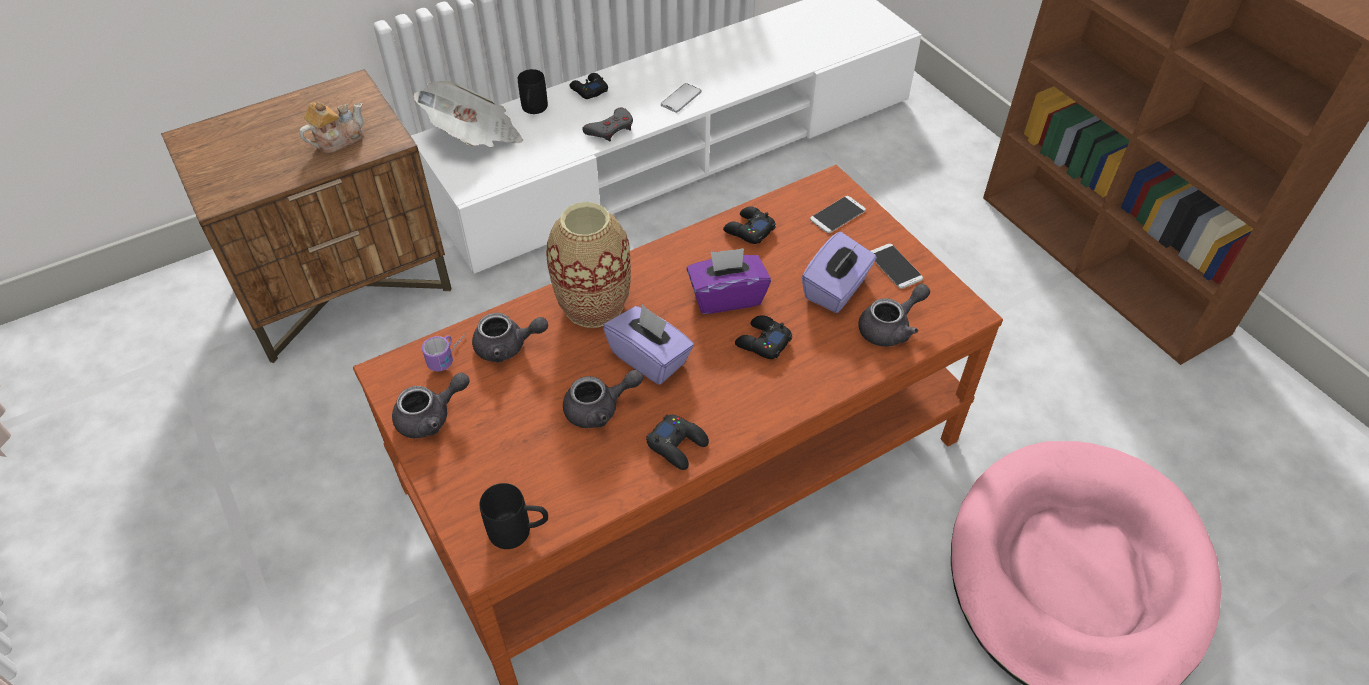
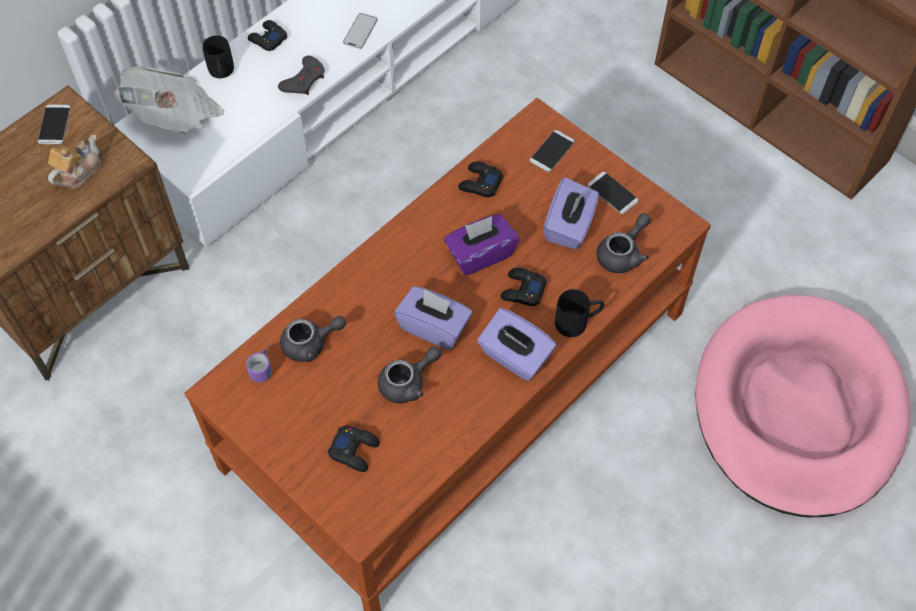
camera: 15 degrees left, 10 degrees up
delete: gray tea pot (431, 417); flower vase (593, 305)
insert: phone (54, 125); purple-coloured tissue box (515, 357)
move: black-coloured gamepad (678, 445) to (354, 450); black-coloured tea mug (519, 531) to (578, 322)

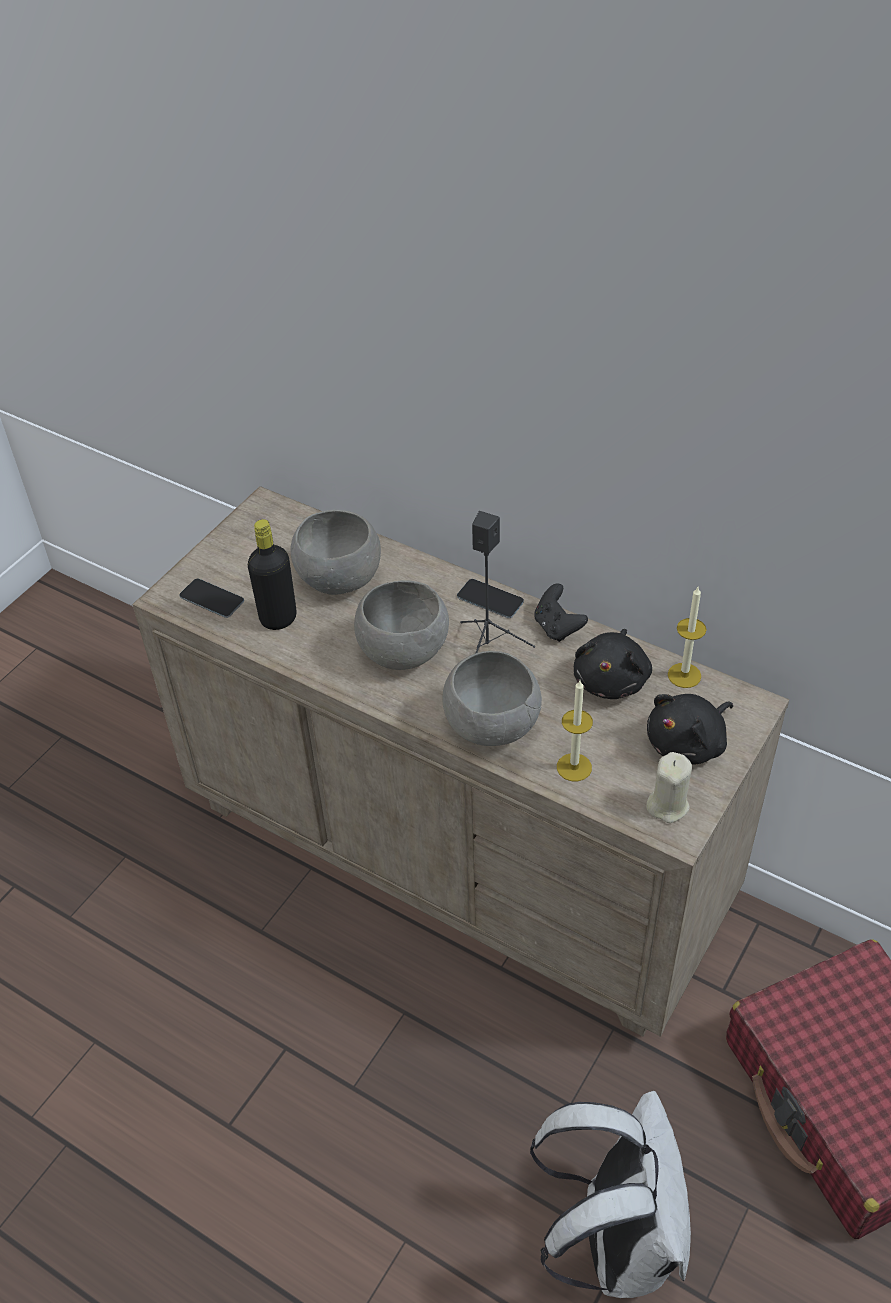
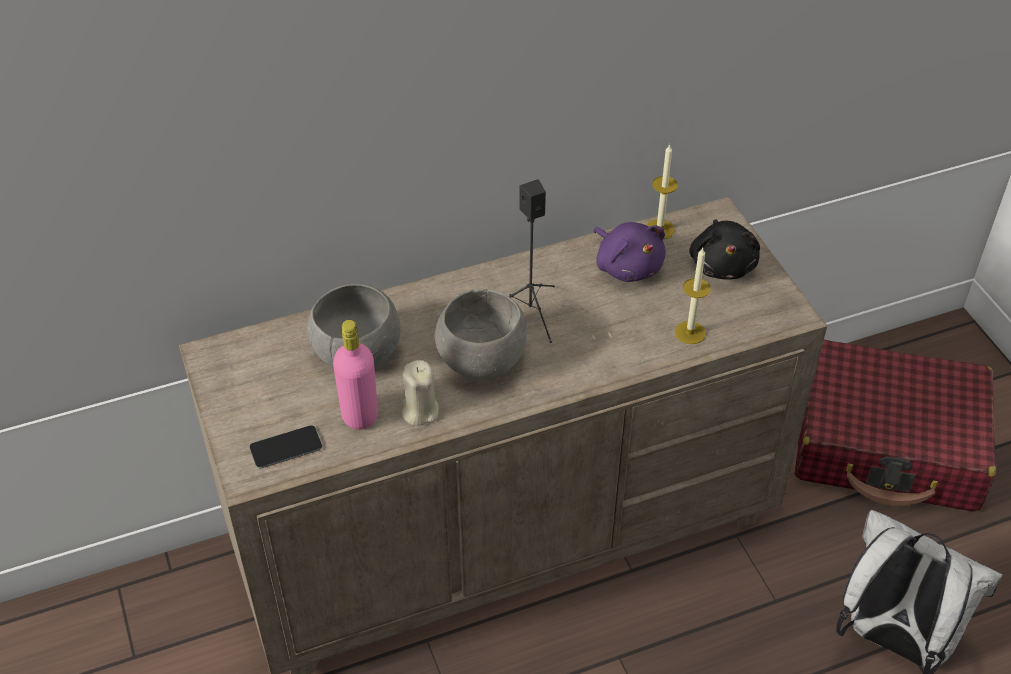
camera: 55 degrees left, 0 degrees up
delete: gray bowl (493, 725); phone (490, 599); black-coloured gamepad (557, 627)
move: sand-coloured candle (667, 805) to (419, 411)
recolor: black-coloured beverage bottle (278, 618) to pink-coloured beverage bottle (360, 416); black-coloured cuddly toy (612, 679) to purple-coloured cuddly toy (627, 266)

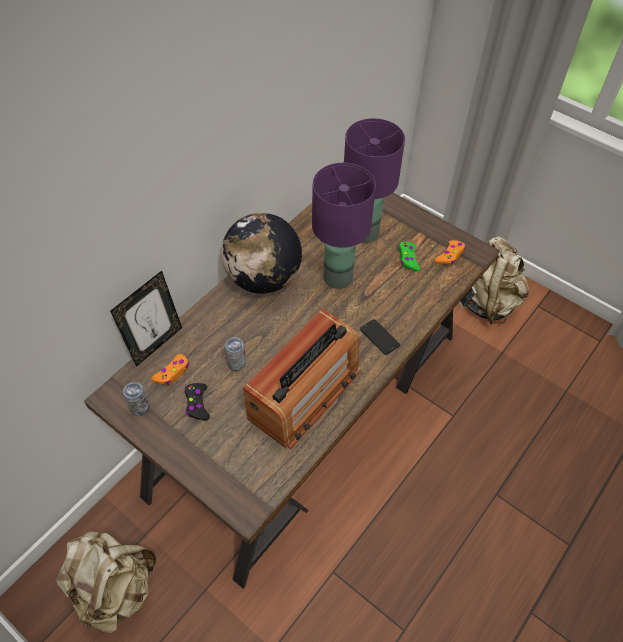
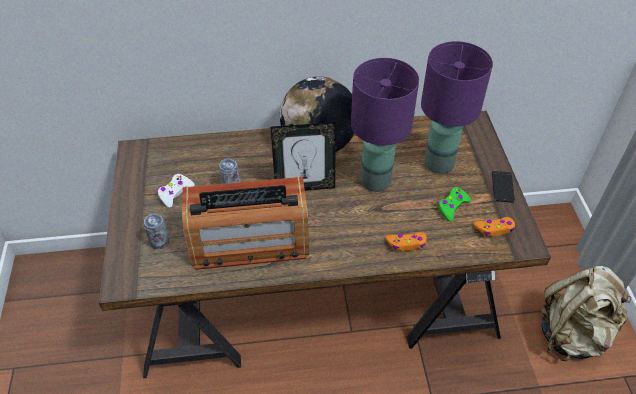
camera: 45 degrees right, 5 degrees down
delete: sand-coloured rucksack (115, 588)
move: sealed can (140, 408) to (159, 242); standing frame (156, 344) to (305, 186); orange-coloured gamepad (172, 373) to (406, 244); phone (379, 337) to (502, 187)
recolor: black-coloured gamepad (197, 404) to whitish gamepad (175, 193)

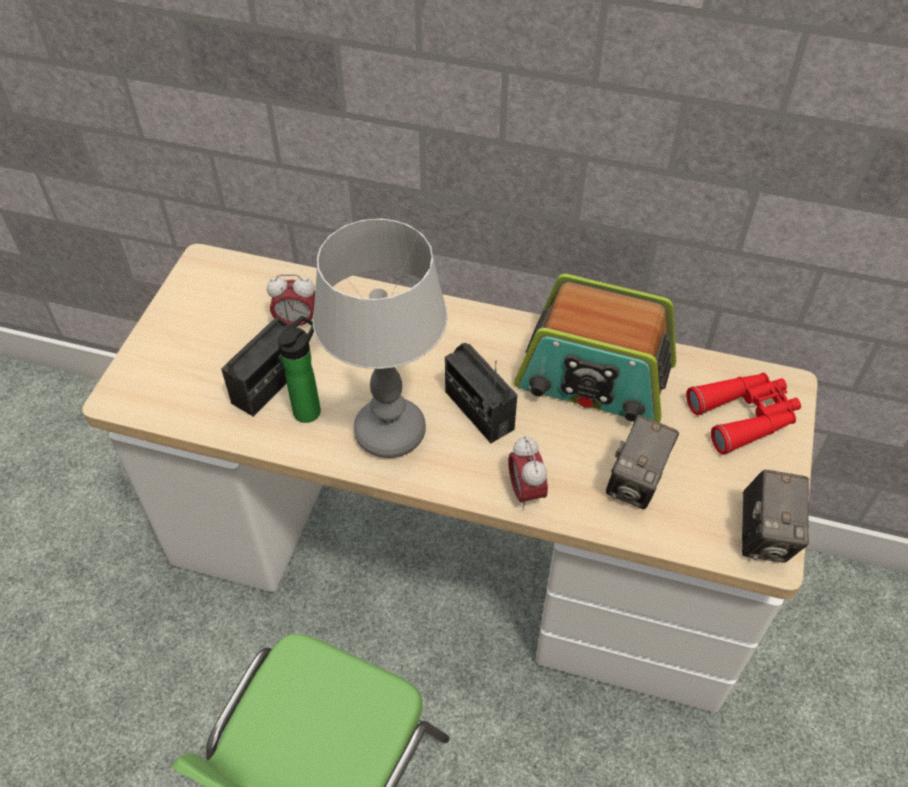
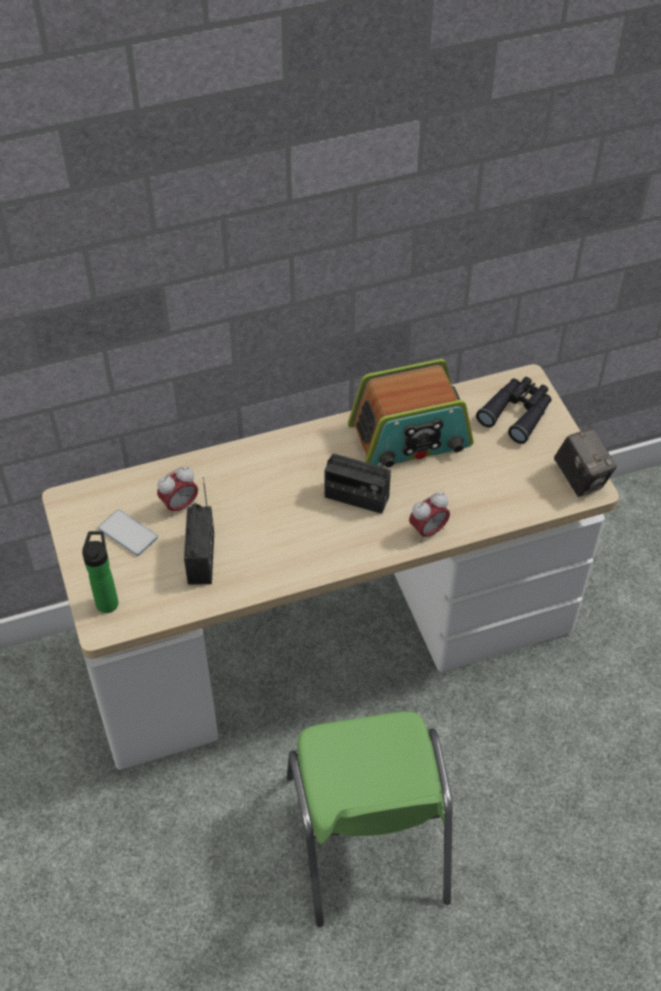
camera: 35 degrees left, 0 degrees up
delete: tabletop lamp (391, 433); photo camera (636, 483)
insert: phone (128, 533)
move: beverage bottle (310, 409) to (107, 600)
recolor: red binoculars (744, 416) to black-coloured binoculars (517, 413)
rotate: bedside clock (525, 492) = (428, 531) 75 degrees counterclockwise

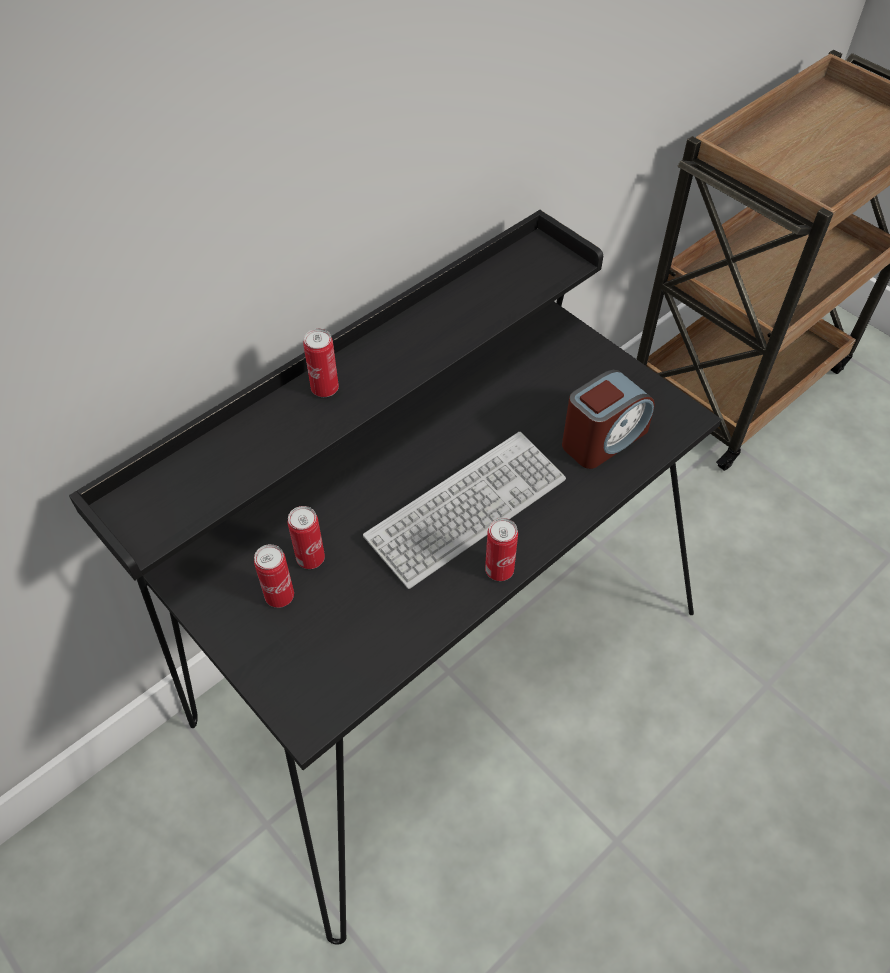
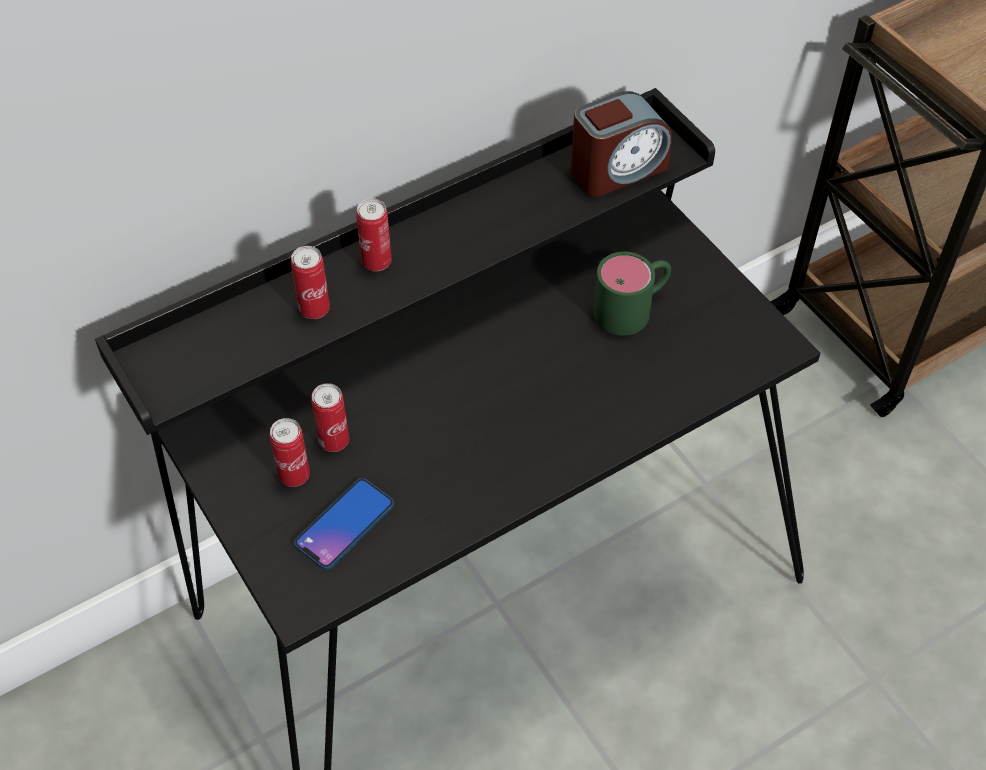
camera: 10 degrees right, 0 degrees up
delete: PC keyboard (467, 509)
insert: phone (344, 524); green tea mug (632, 308)
move: sealed can (499, 570) to (314, 309); bedside clock (603, 439) to (617, 169)

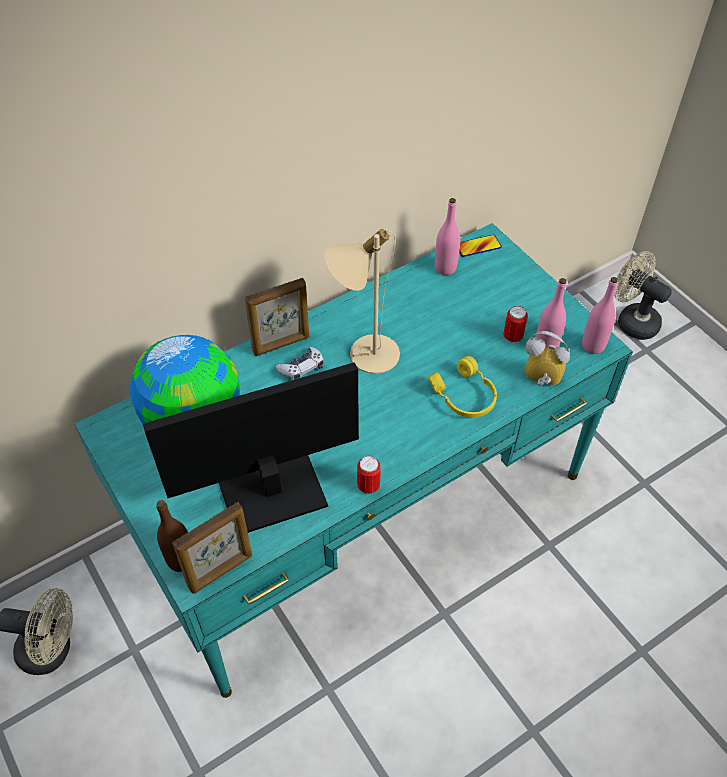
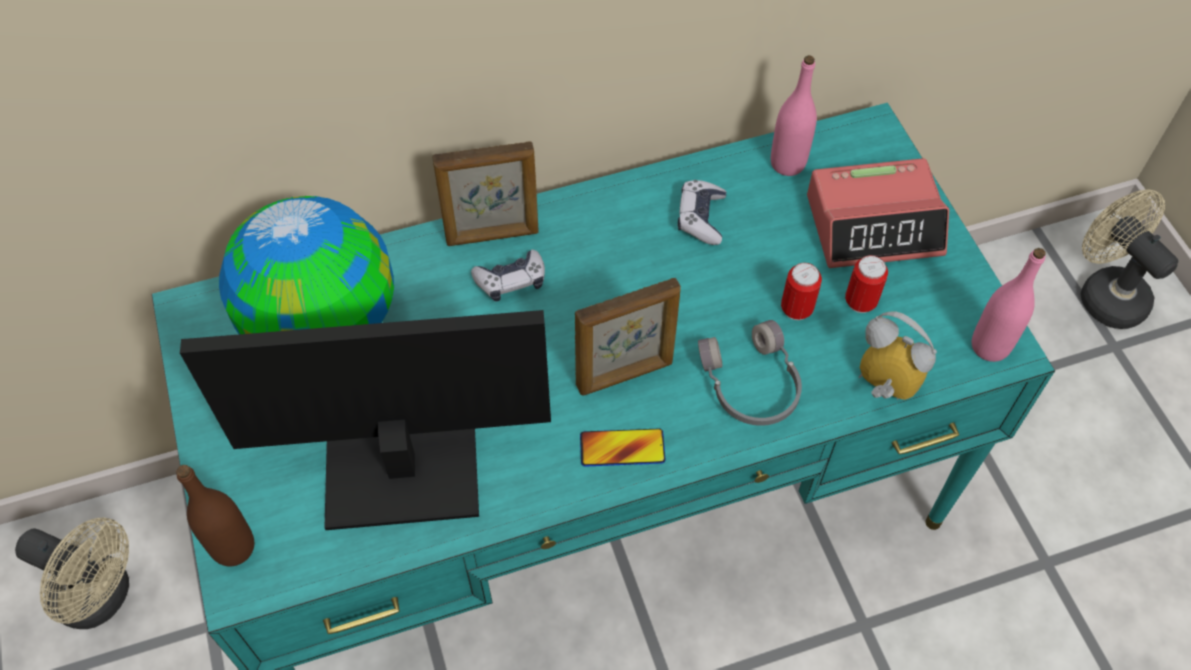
camera: 15 degrees right, 5 degrees up
delete: sand-coloured tabletop lamp (364, 351); pink-coloured beverage bottle (546, 347)
insert: gamepad (701, 218); bedside clock (874, 224)
move: standing frame (221, 571) to (625, 375); phone (478, 246) to (622, 448); sealed can (368, 486) to (796, 309)
recolor: yellowish headset (464, 396) to gray headset (750, 384)

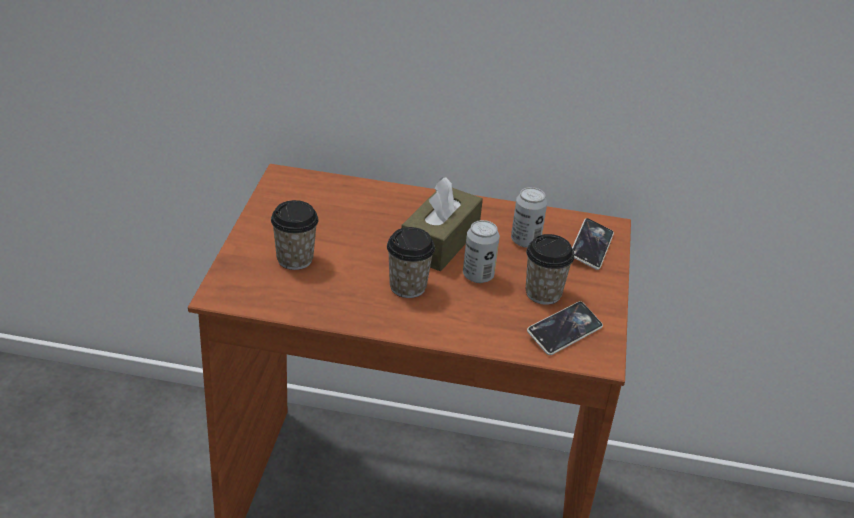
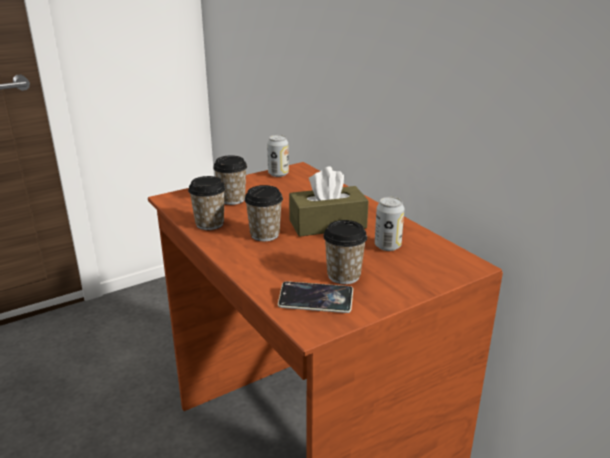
camera: 50 degrees right, 10 degrees down
delete: phone (591, 247)
insert: small cup (209, 224)
move: sealed can (478, 275) to (278, 174)

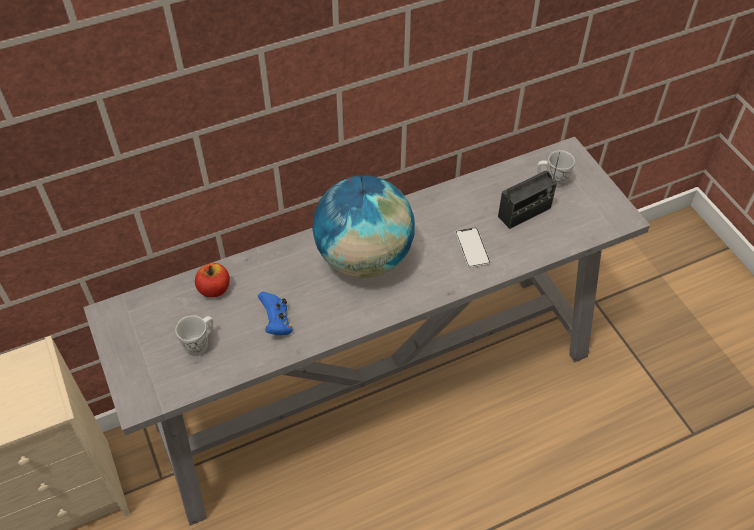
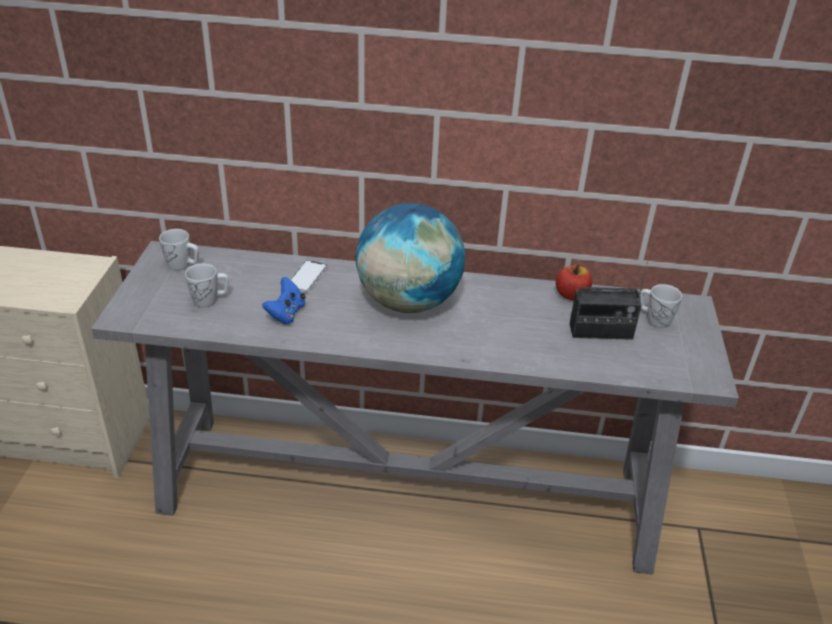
camera: 30 degrees right, 15 degrees down
insert: whitish tea mug (183, 265)
move: phone (472, 248) to (306, 277); apple (214, 289) to (571, 295)

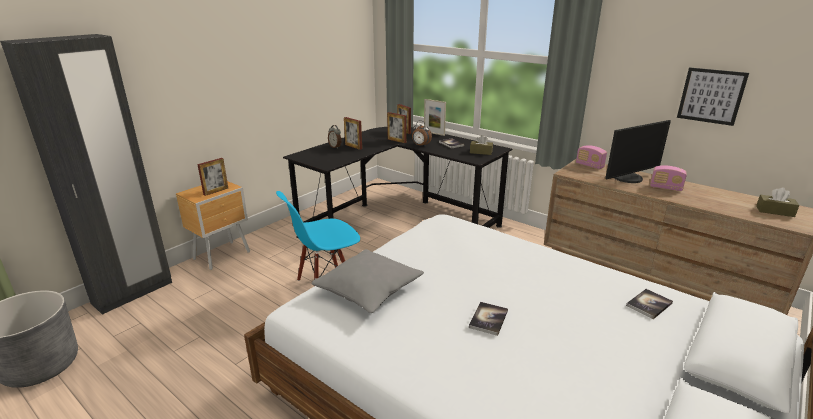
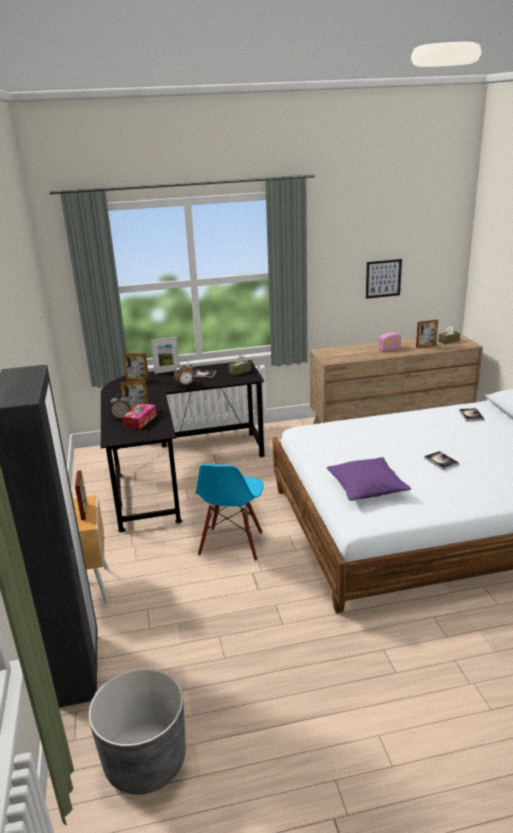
camera: 50 degrees left, 0 degrees up
delete: radio set (589, 166); computer display (629, 178)
insert: tissue box (140, 421)
move: standing frame (396, 141) to (426, 346)
recolor: gray cushion (368, 290) to purple-coloured cushion (367, 488)

